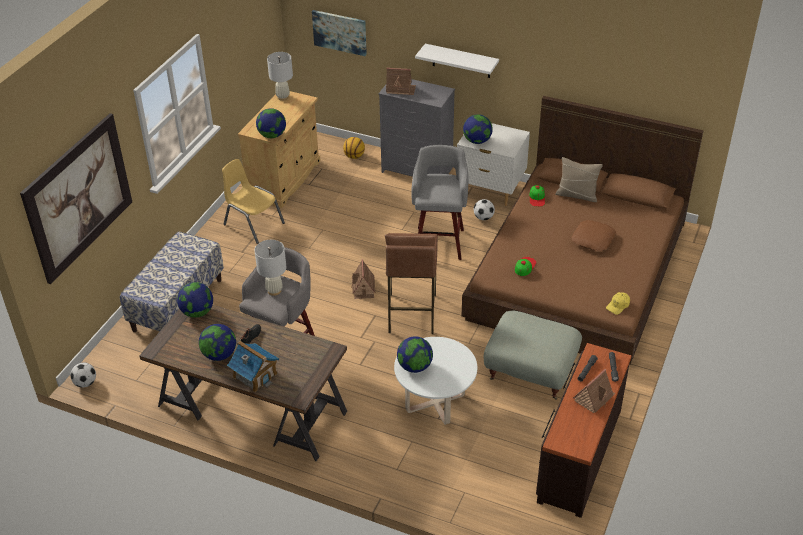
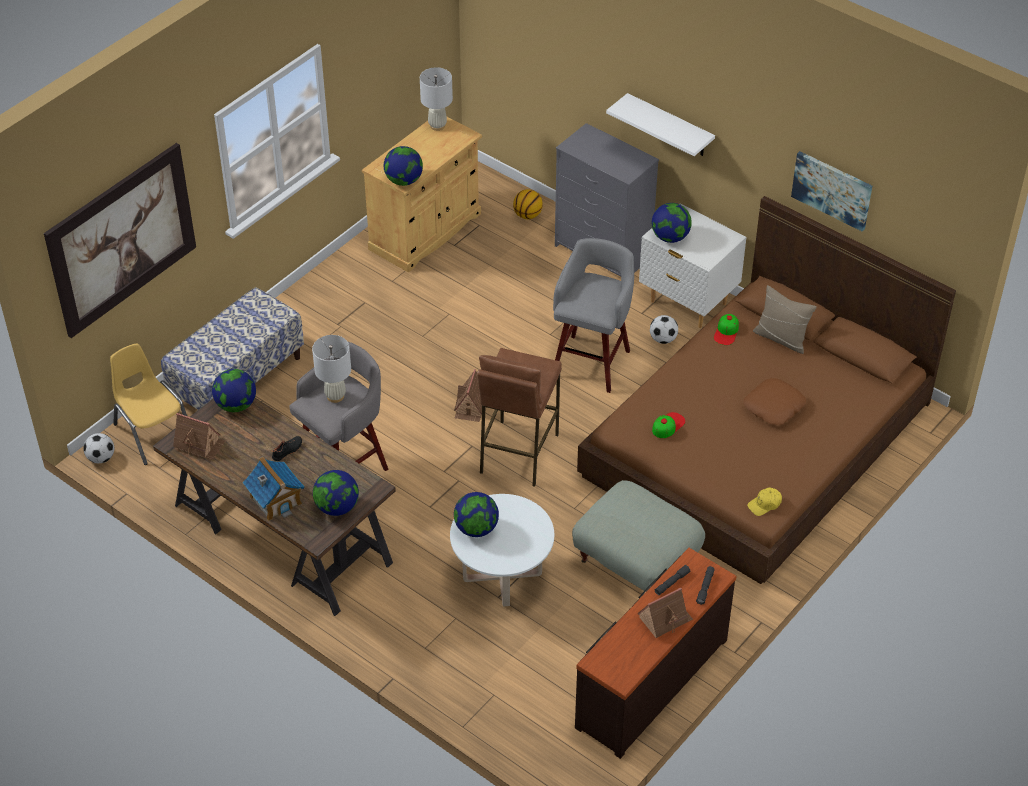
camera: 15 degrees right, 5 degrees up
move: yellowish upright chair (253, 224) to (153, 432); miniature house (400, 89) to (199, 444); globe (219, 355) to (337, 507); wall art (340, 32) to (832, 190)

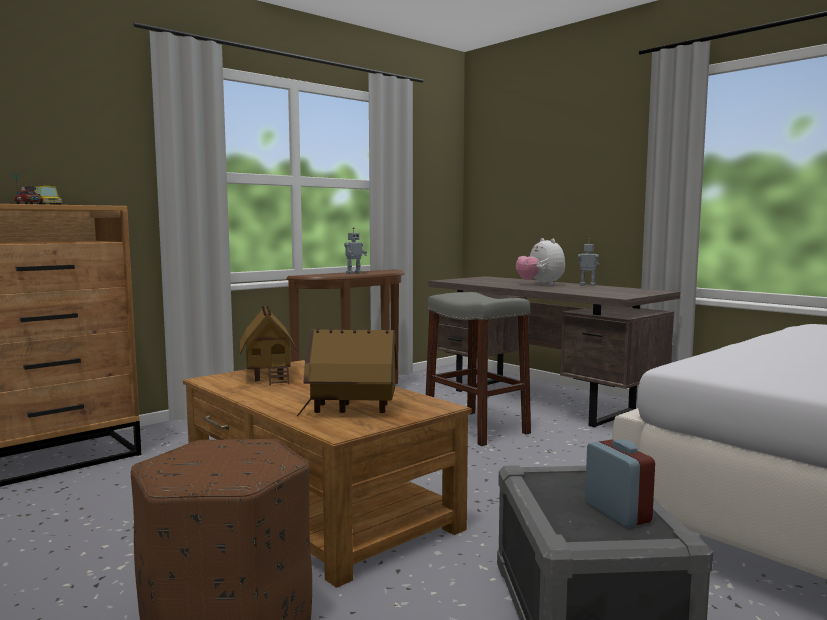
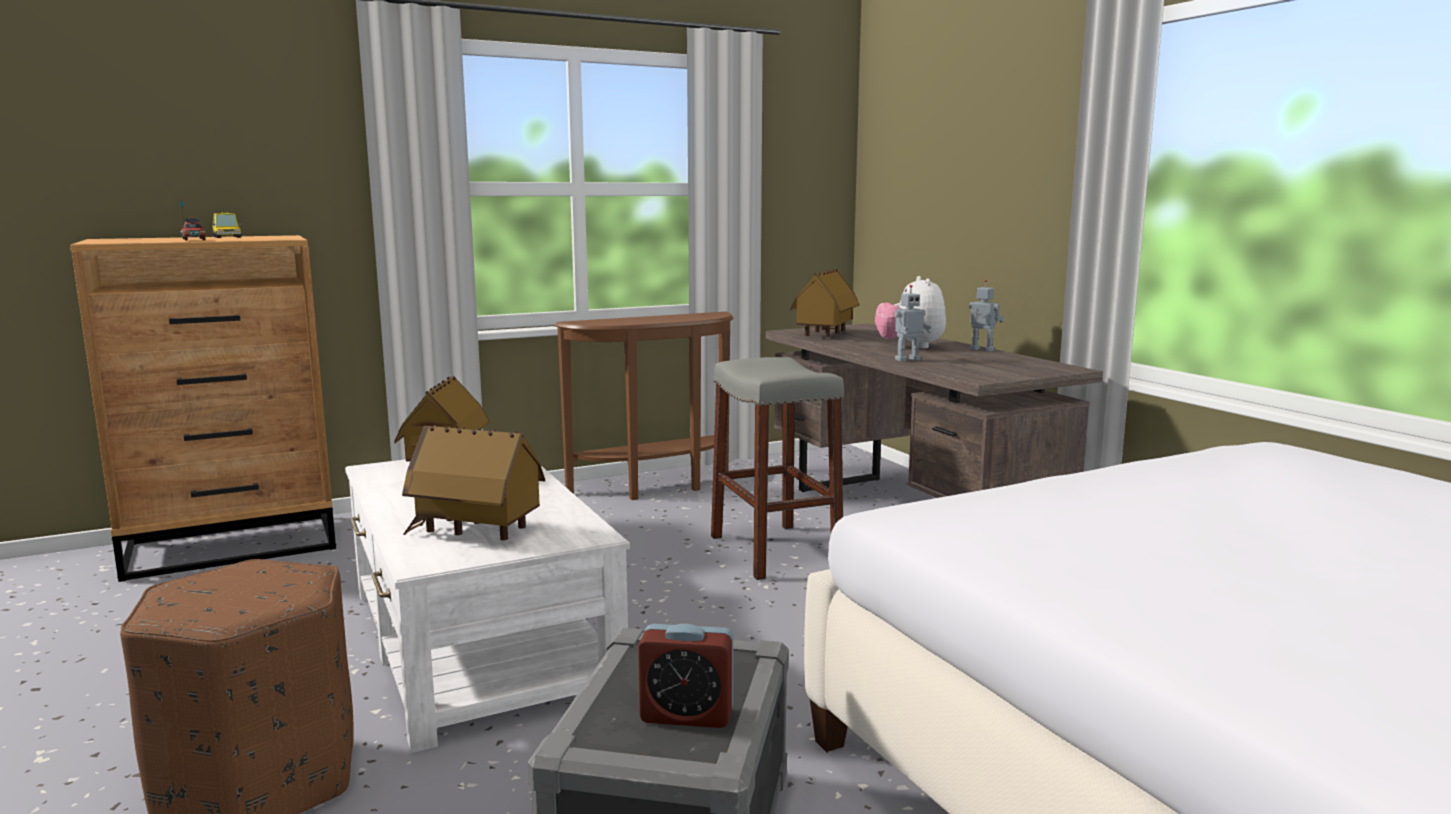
camera: 15 degrees right, 5 degrees up
insert: miniature house (824, 335)
move: robot figure (353, 273) to (907, 359)
recolor: brown-coloured coffee table (316, 506) to whitish coffee table (477, 642)
rotate: bedside clock (617, 513) = (687, 715) 105 degrees clockwise

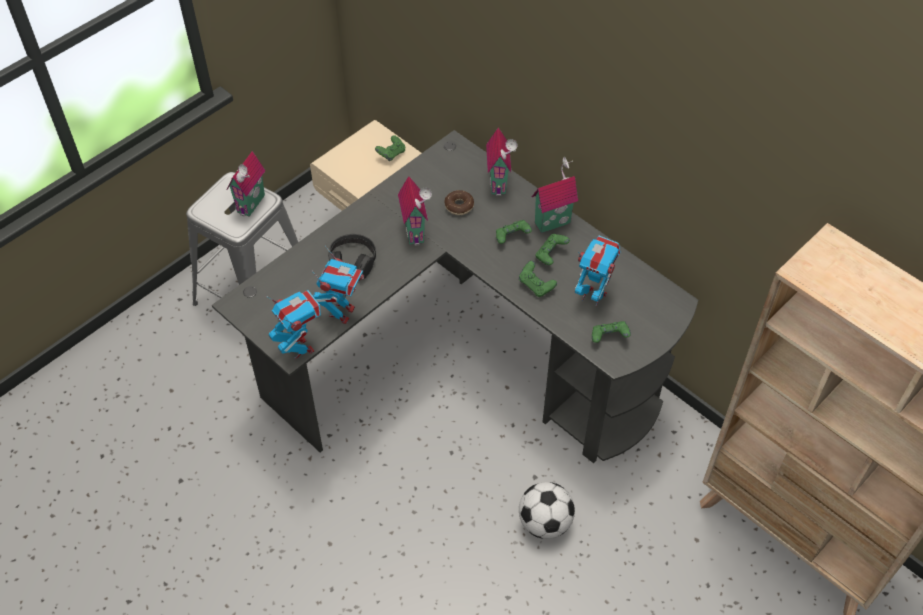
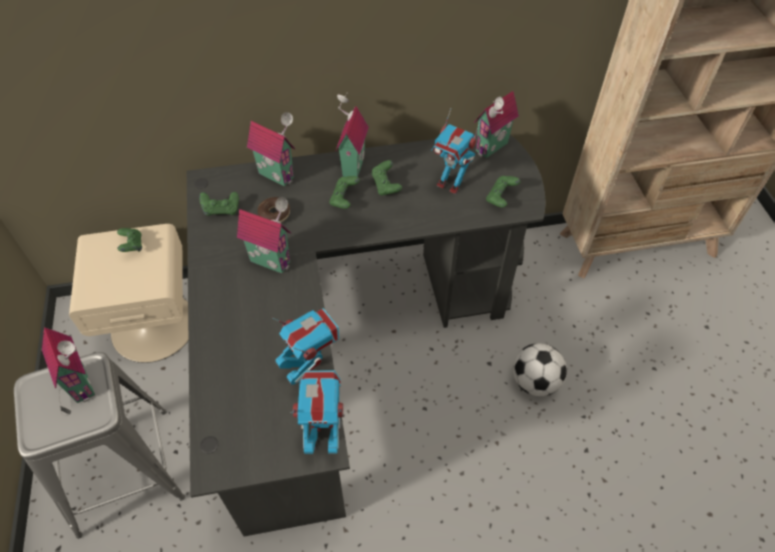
camera: 55 degrees left, 0 degrees up
delete: black-coloured headset (352, 261)
insert: miniature house (493, 148)
move: green gamepad (536, 286) to (221, 210)
rotate: robot figure (593, 295) = (450, 184) 120 degrees counterclockwise

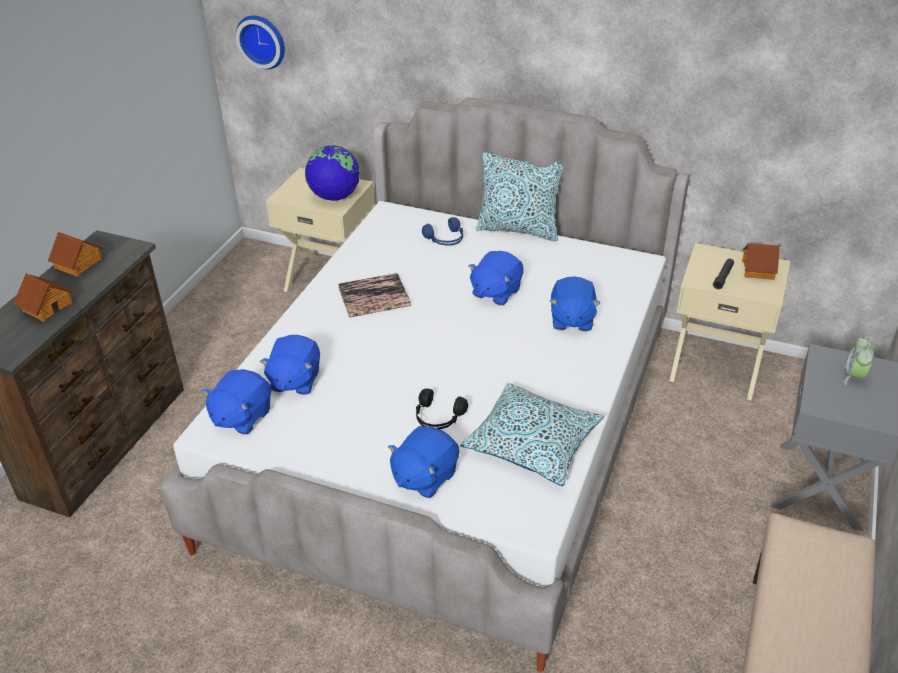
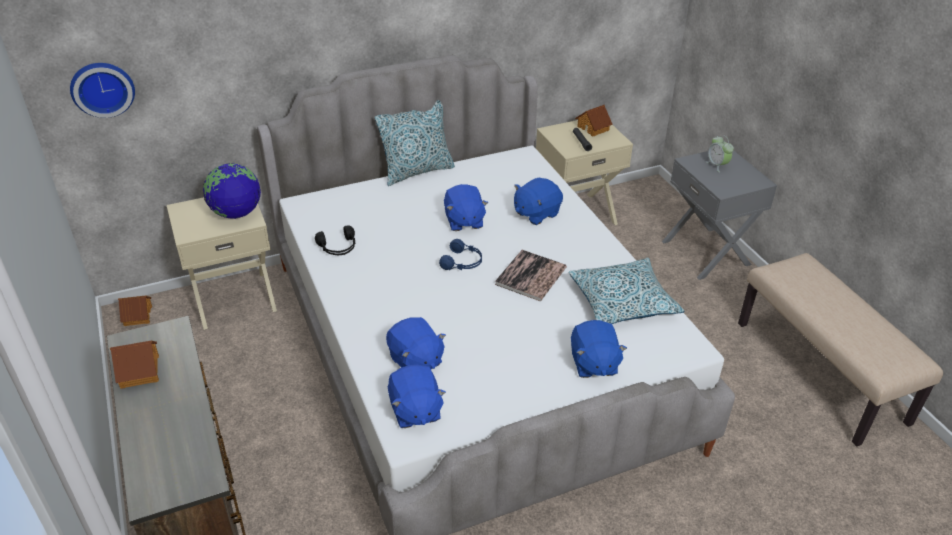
camera: 45 degrees left, 0 degrees up
move: miniature house (47, 306) to (137, 316); black-coloured headset (438, 418) to (338, 248); blue headset (446, 239) to (463, 262); book (374, 296) to (531, 276)
rotate: blue cuddly toy (571, 320) = (536, 213) 90 degrees clockwise

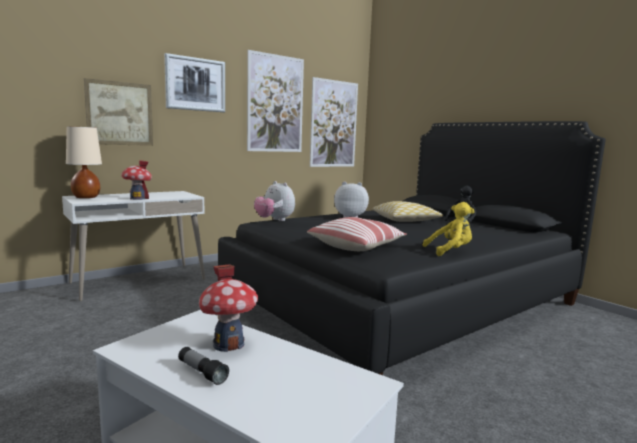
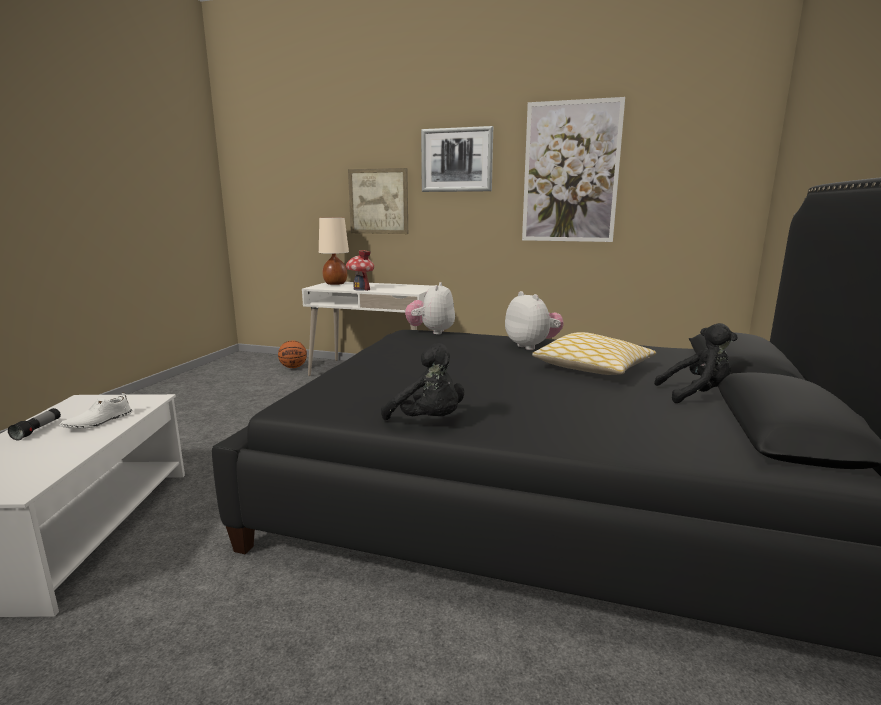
camera: 55 degrees right, 5 degrees up
delete: cushion (356, 246); wall art (334, 124)
insert: basketball (293, 367)
replace: miniature house (229, 344) to whitish low shoe (98, 422)
recolor: yellowish cuddly toy (450, 251) to black-coloured cuddly toy (428, 421)

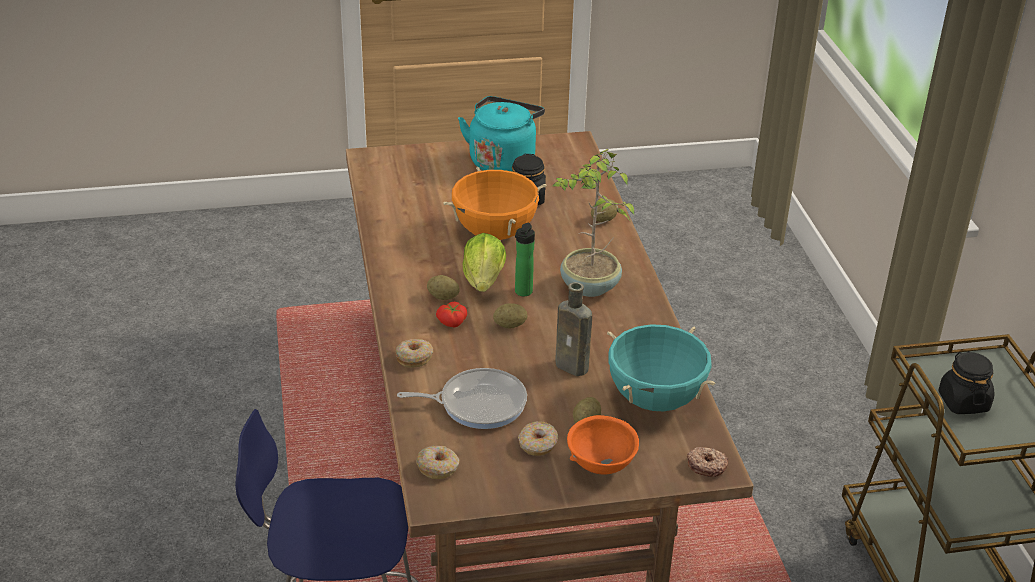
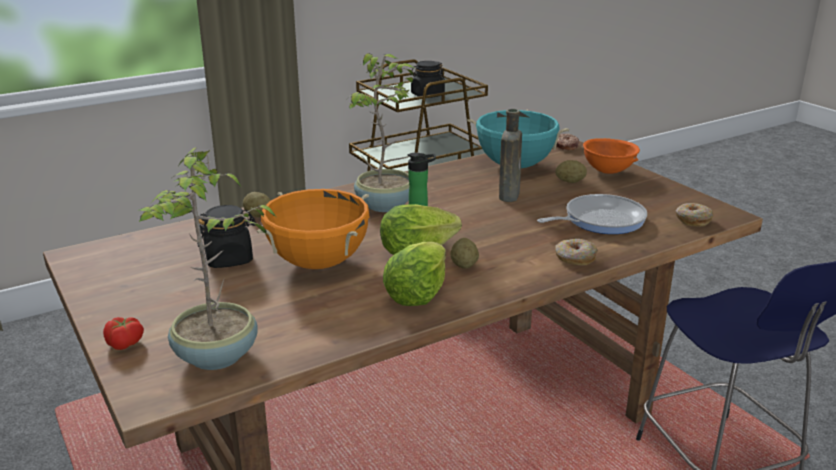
camera: 110 degrees left, 10 degrees down
delete: turquoise-coloured tea kettle (503, 160); potato (510, 325); donut (538, 444)
insert: houseplant (216, 357); lettuce head (417, 295)
move: tomato (452, 323) to (126, 343)
rotate: skillet (478, 403) = (600, 220) 90 degrees clockwise

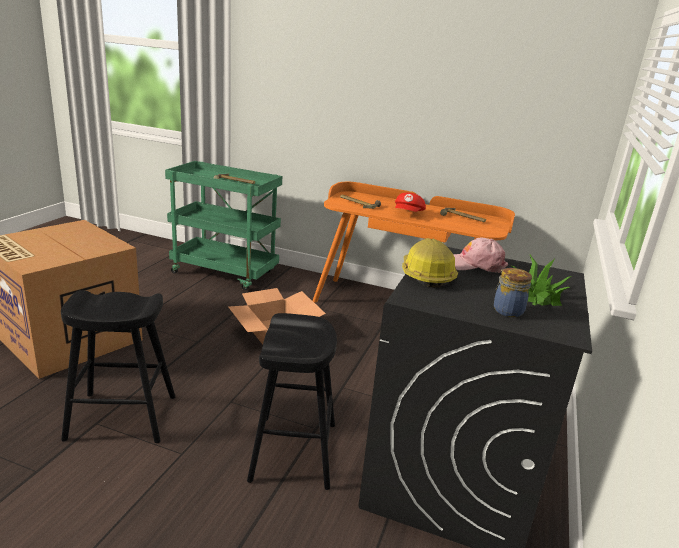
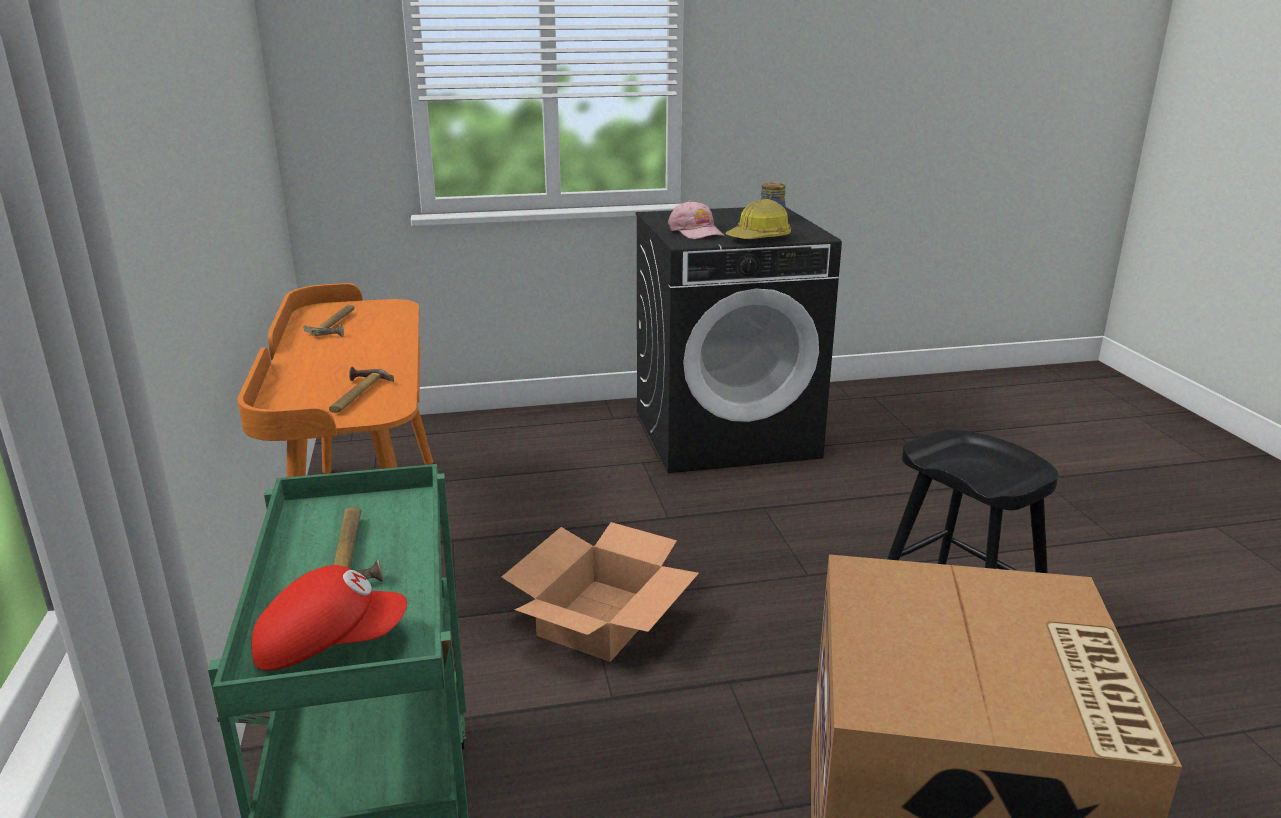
camera: 120 degrees left, 0 degrees up
delete: black-coloured stool seat (294, 451); houseplant (538, 296)
move: red baseball cap (408, 214) to (329, 644)

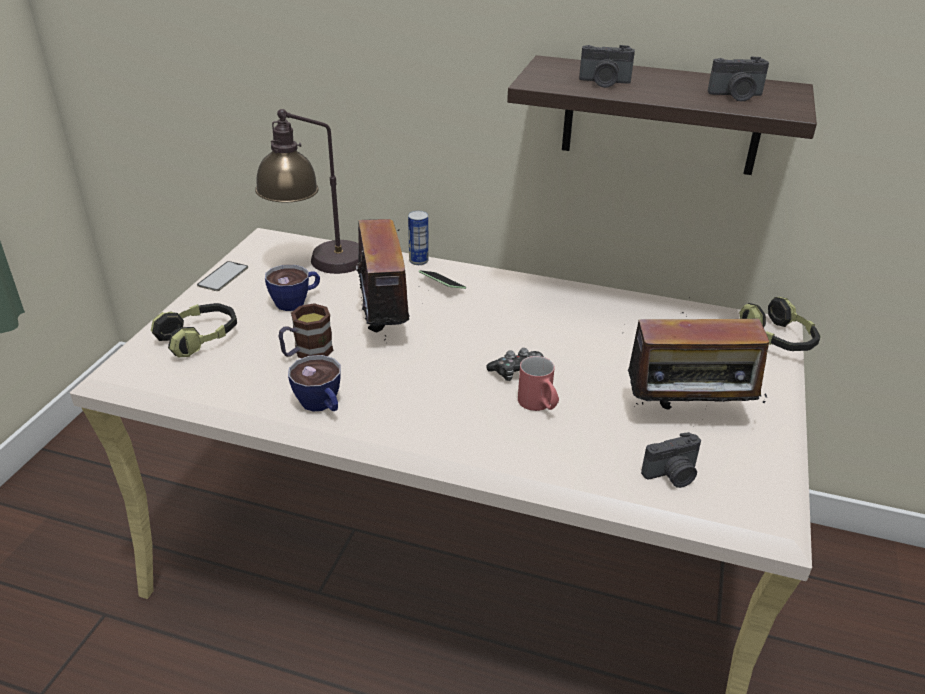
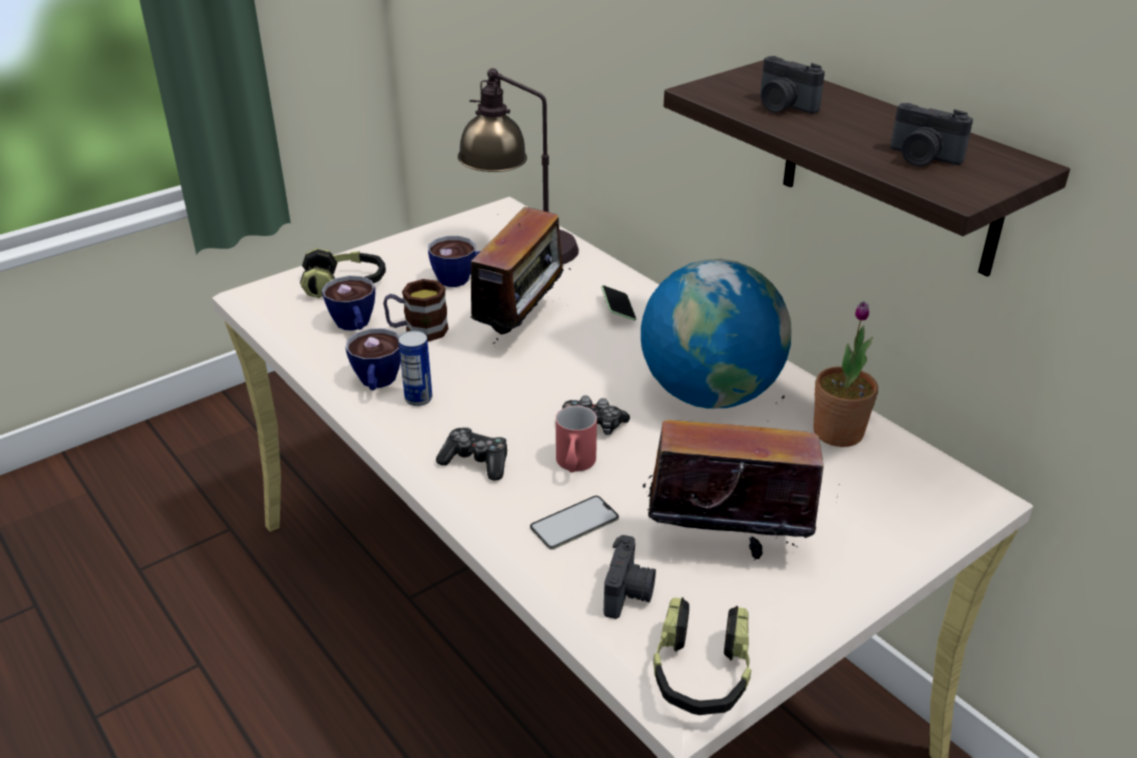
camera: 35 degrees right, 0 degrees up
insert: small cup (355, 326); gamepad (476, 461); globe (710, 394); houseplant (838, 432)
move: sealed can (418, 261) to (418, 398); phone (223, 276) to (574, 523); headset (778, 339) to (701, 675)
rotate: photo camera (672, 475) = (629, 594) 90 degrees counterclockwise; radio set (687, 415) = (725, 543) 150 degrees clockwise

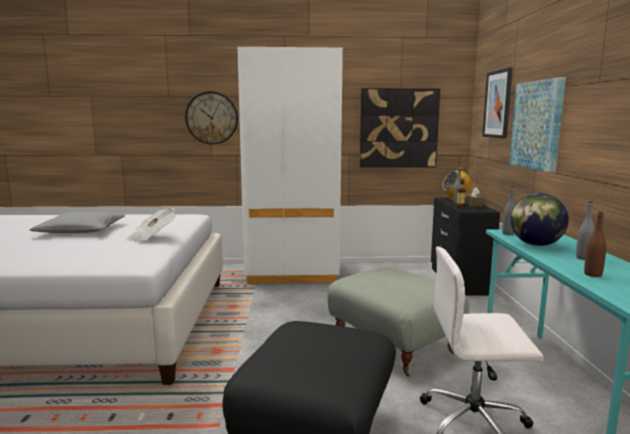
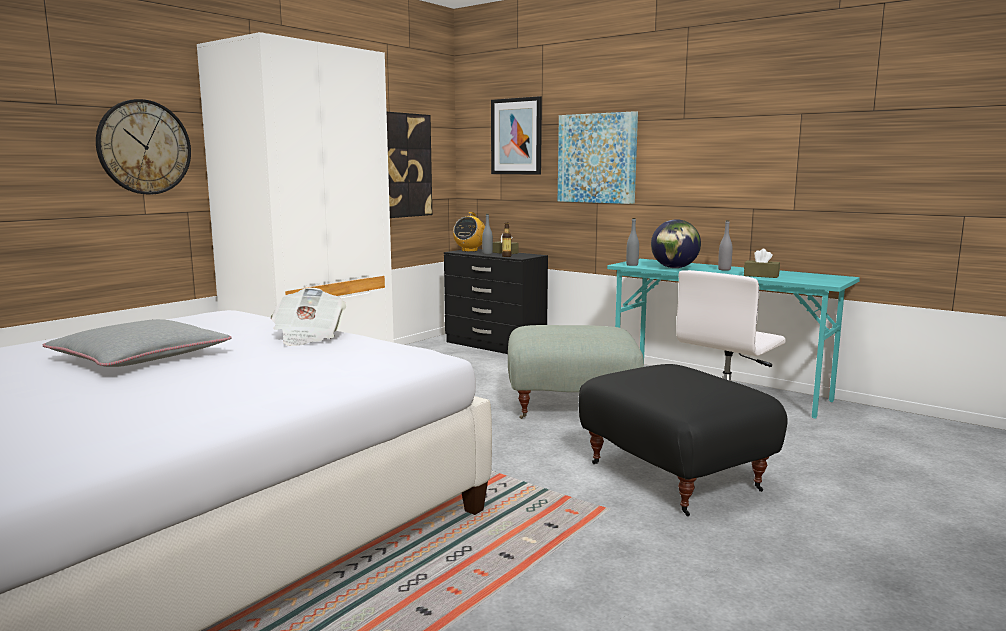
camera: 50 degrees left, 0 degrees up
replace: brown-coloured beverage bottle (593, 274) to brown-coloured tissue box (761, 275)

